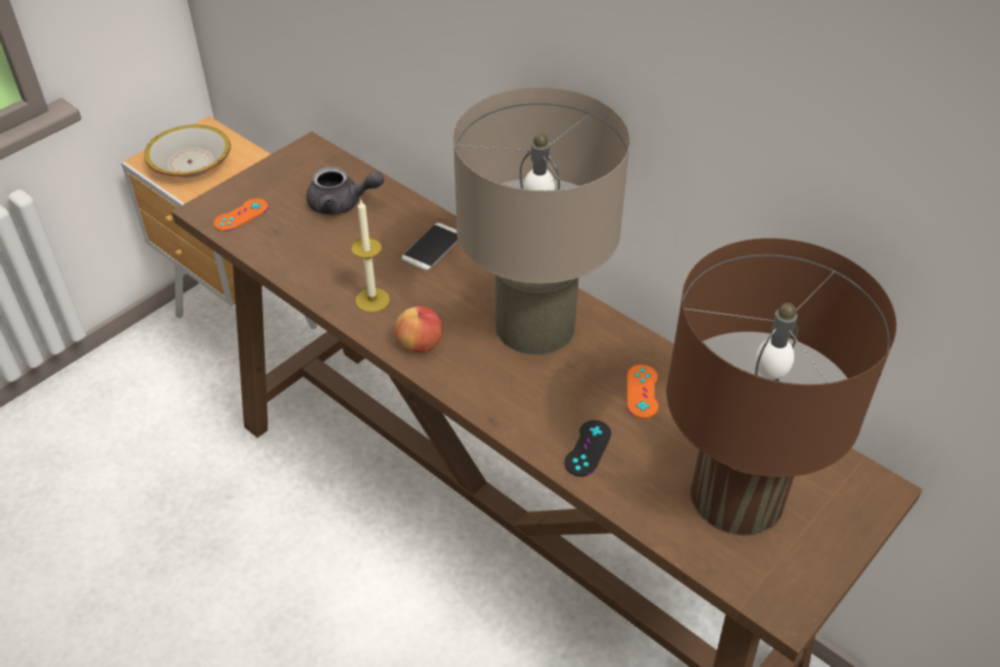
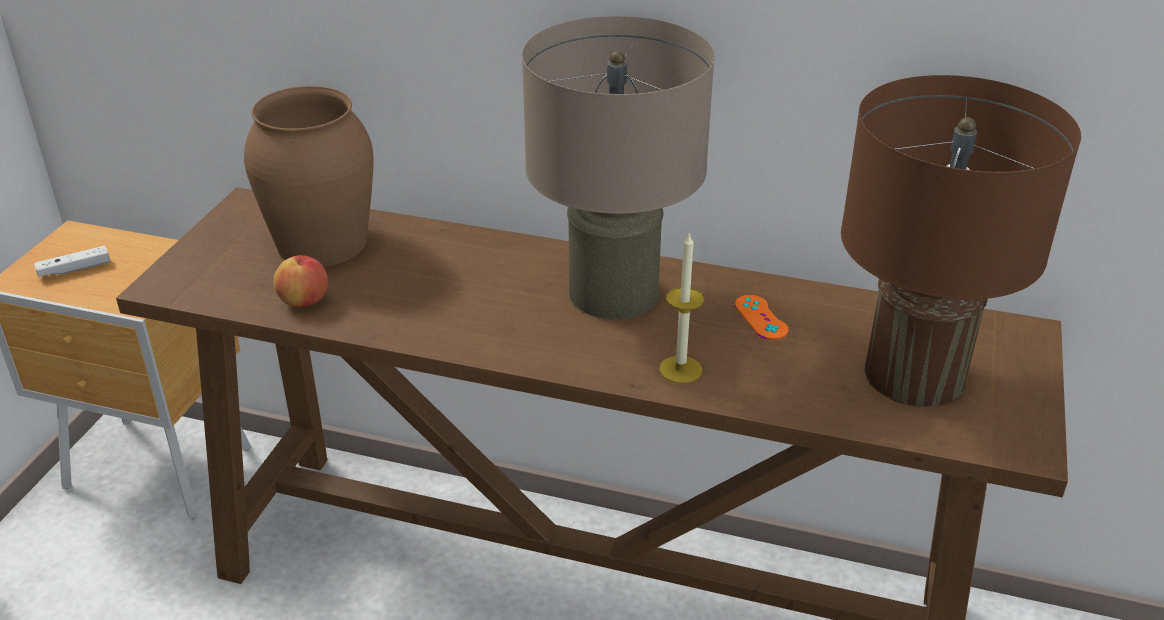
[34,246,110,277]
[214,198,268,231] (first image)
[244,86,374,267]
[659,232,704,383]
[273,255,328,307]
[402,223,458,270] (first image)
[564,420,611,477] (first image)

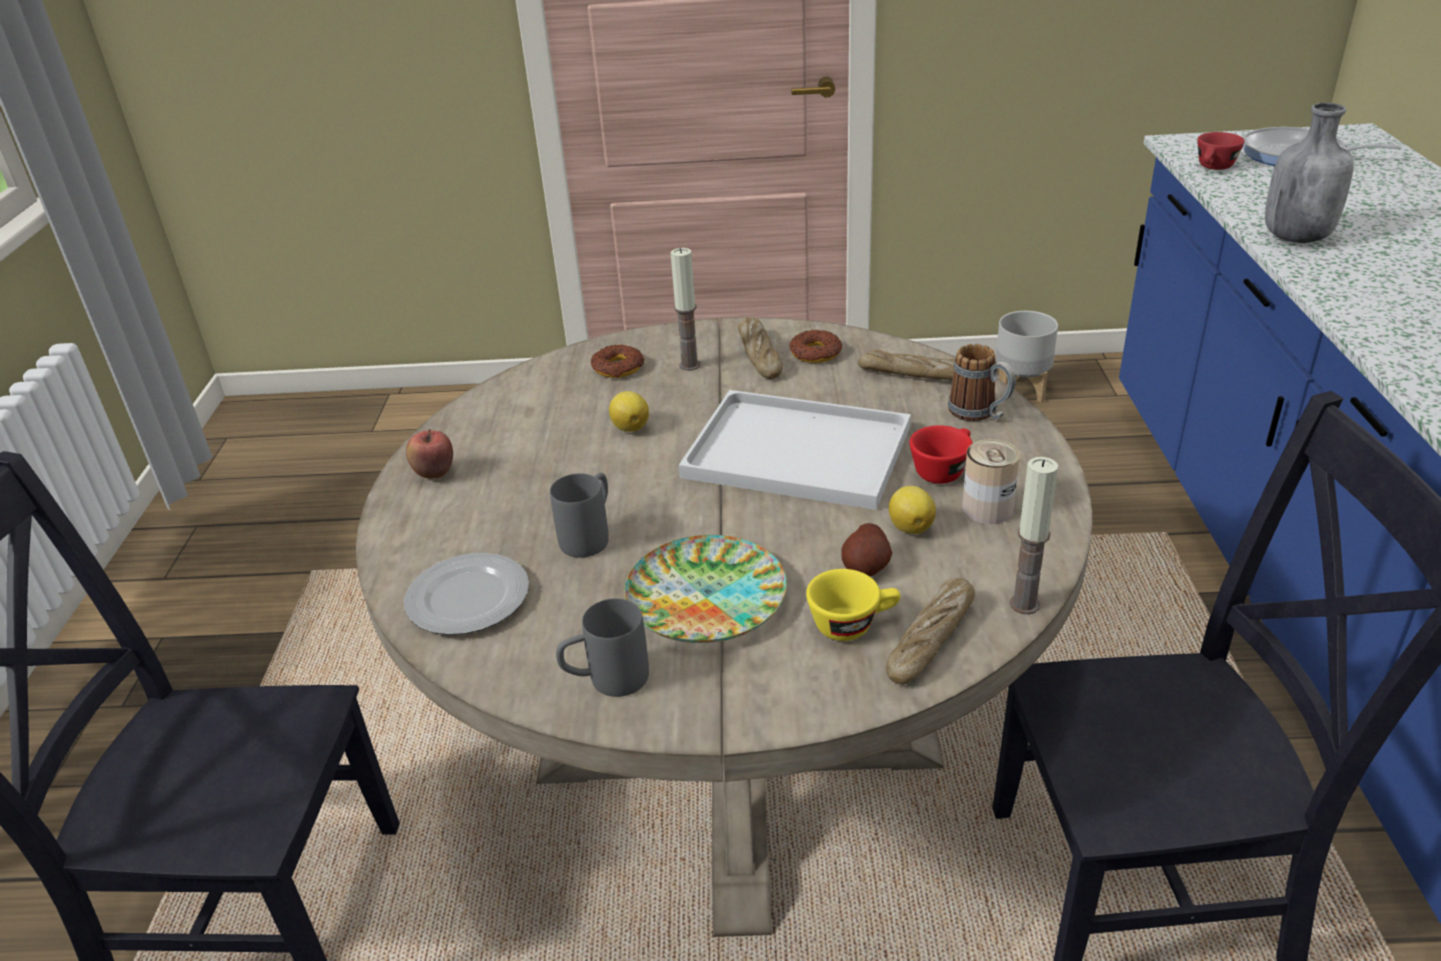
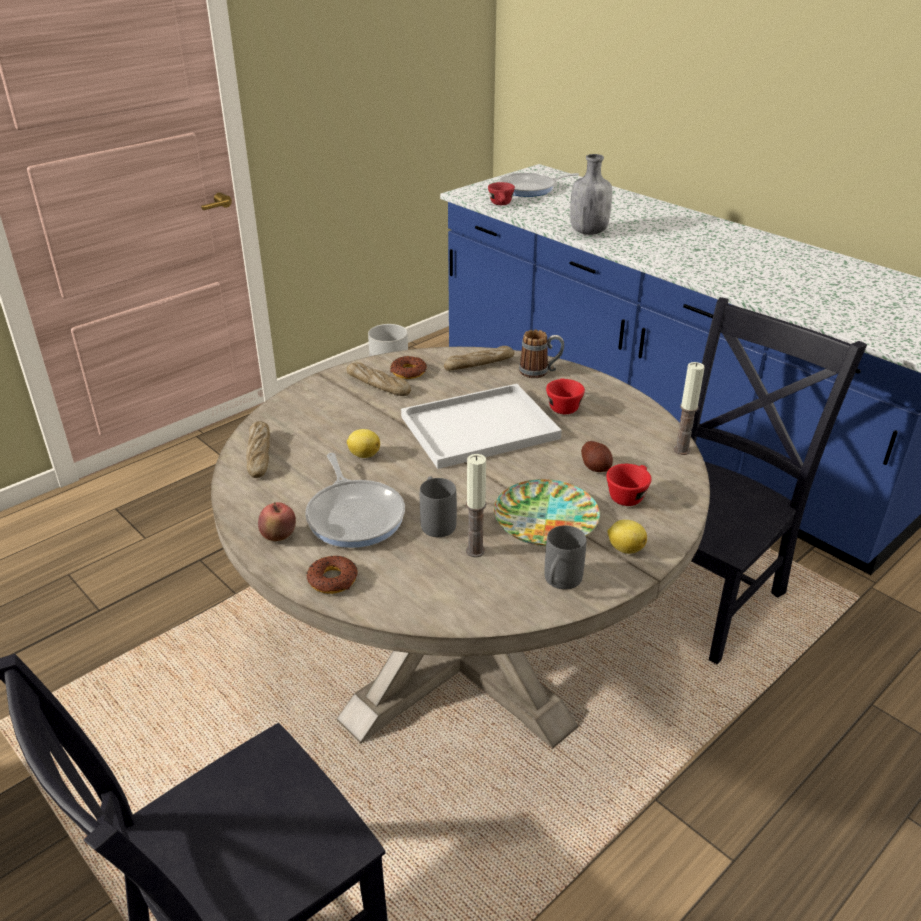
[404,553,529,635] (first image)
[307,556,357,594]
[466,454,487,557]
[606,464,651,506]
[246,421,270,478]
[607,520,647,554]
[962,439,1020,524] (first image)
[305,453,405,548]

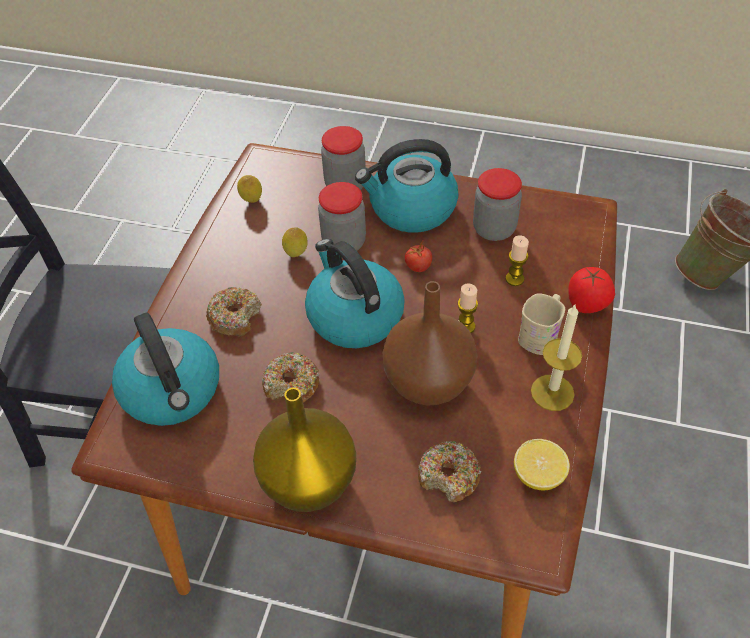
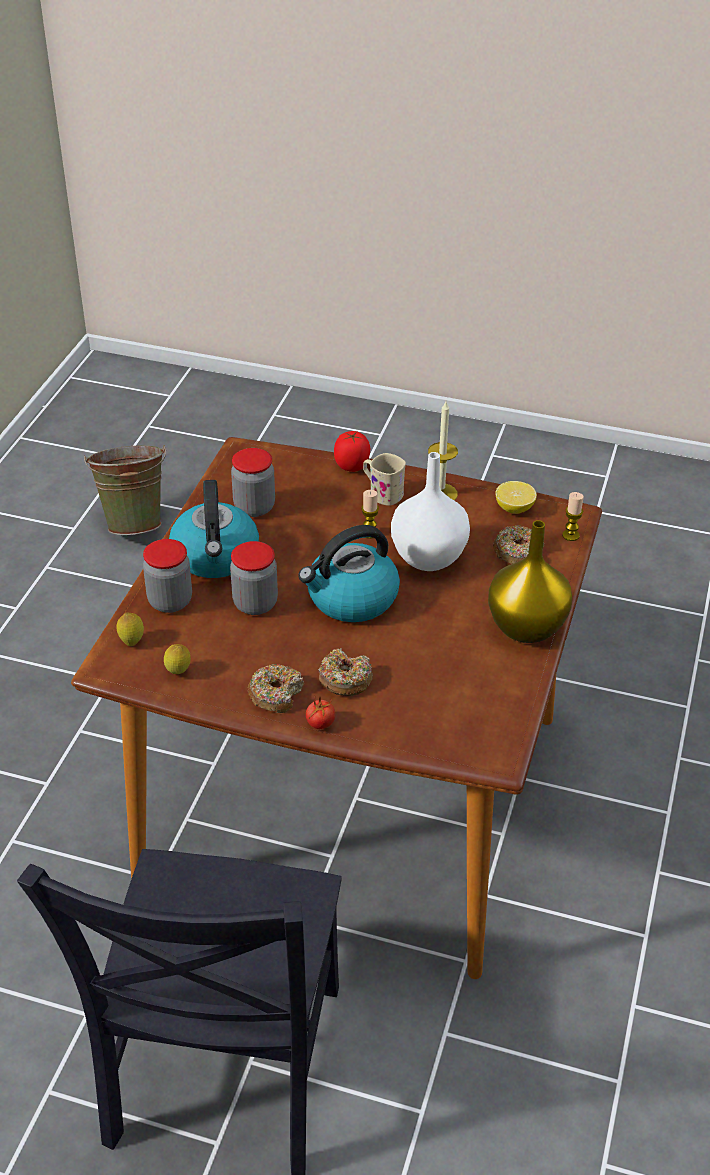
[112,313,219,426] (first image)
[248,664,304,713]
[116,612,144,646]
[391,452,470,571]
[306,697,335,729]
[562,492,584,541]

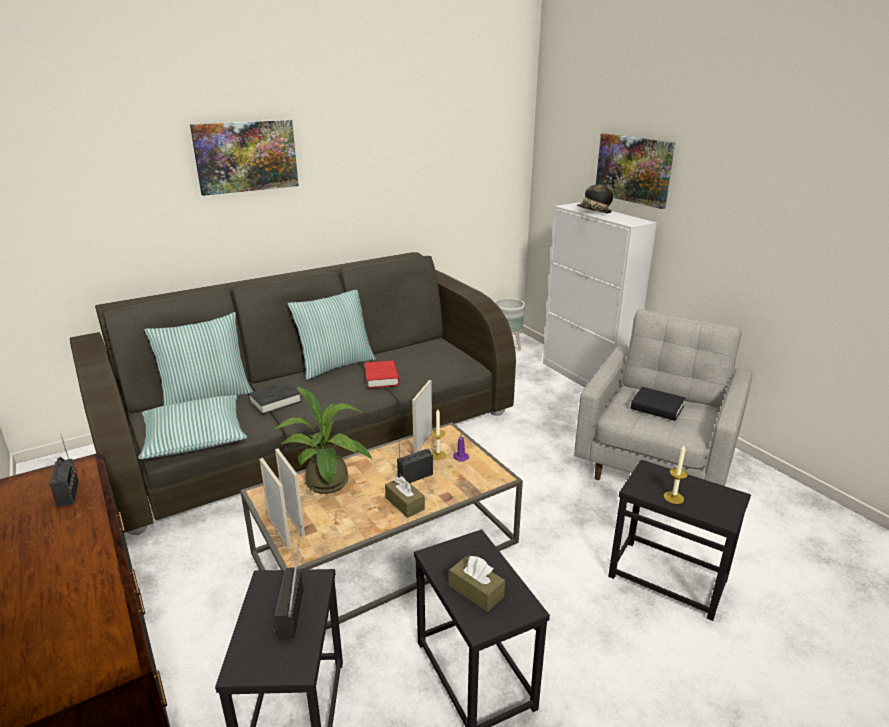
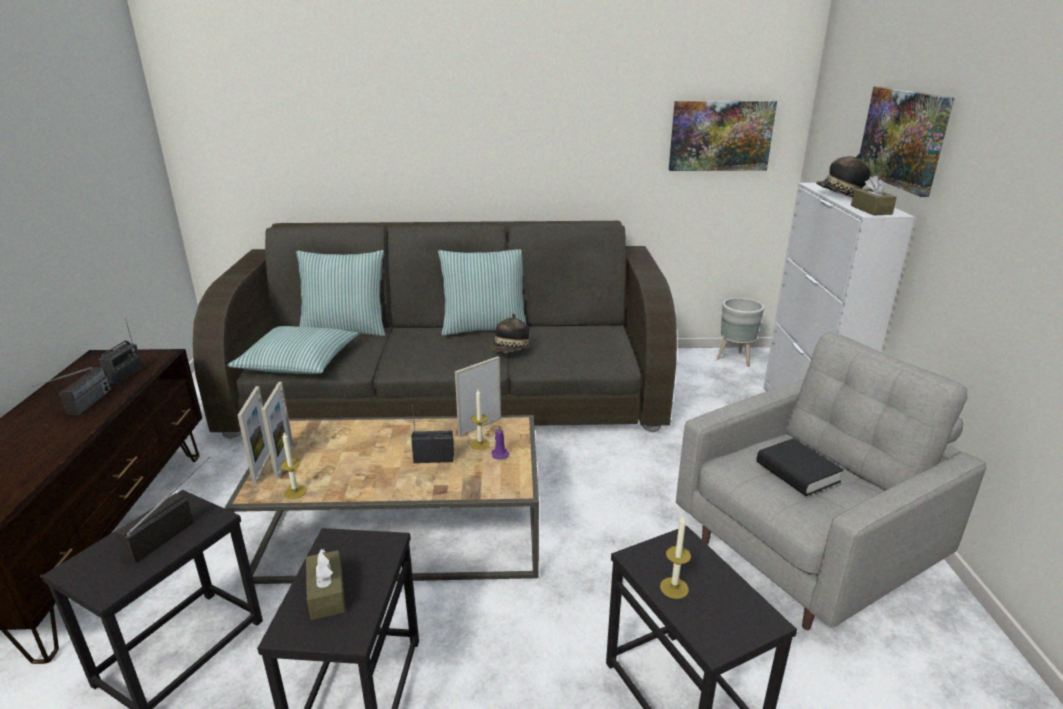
[669,101,777,171]
[248,382,302,415] (first image)
[273,386,372,494] (first image)
[491,313,532,353]
[851,176,897,215]
[31,367,111,415]
[280,433,307,499]

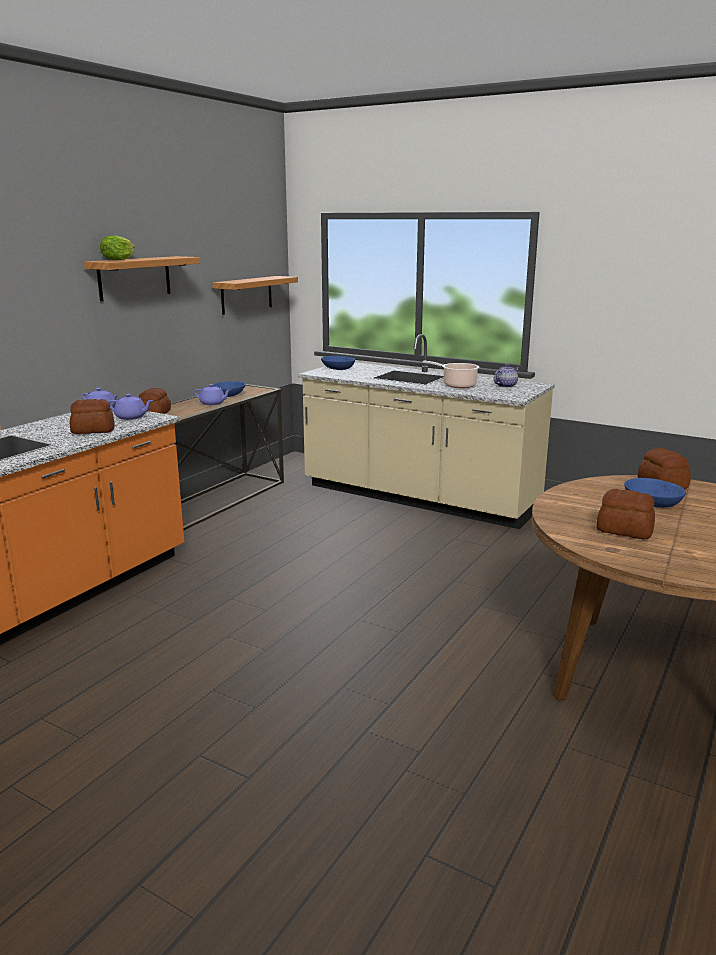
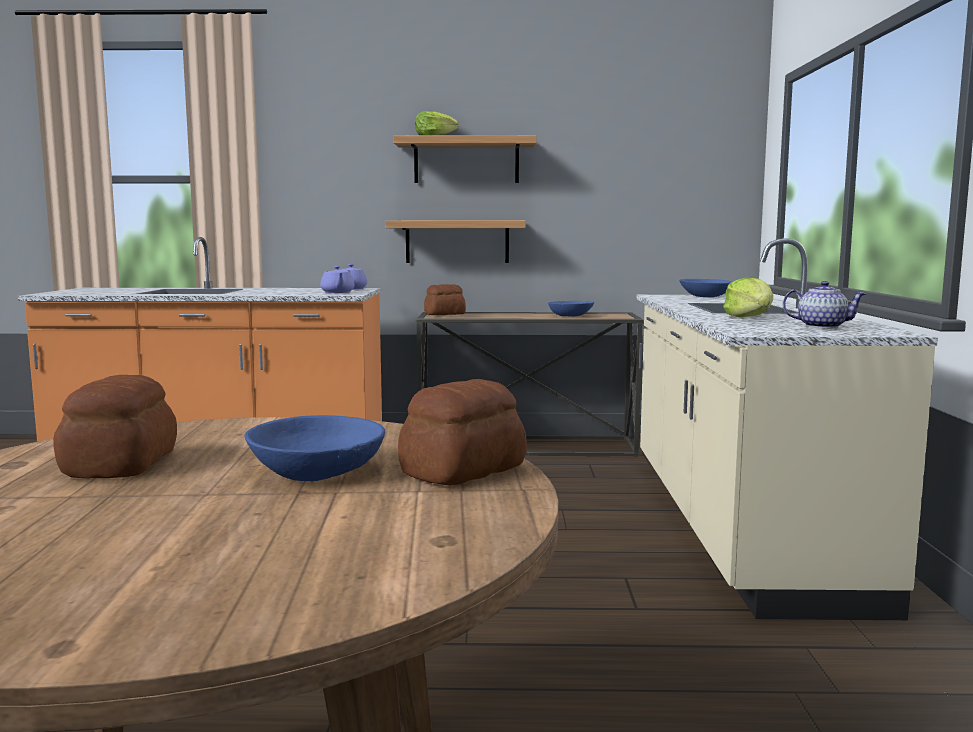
[70,399,115,434] (first image)
[194,384,231,405] (first image)
[385,220,526,263]
[723,278,774,317]

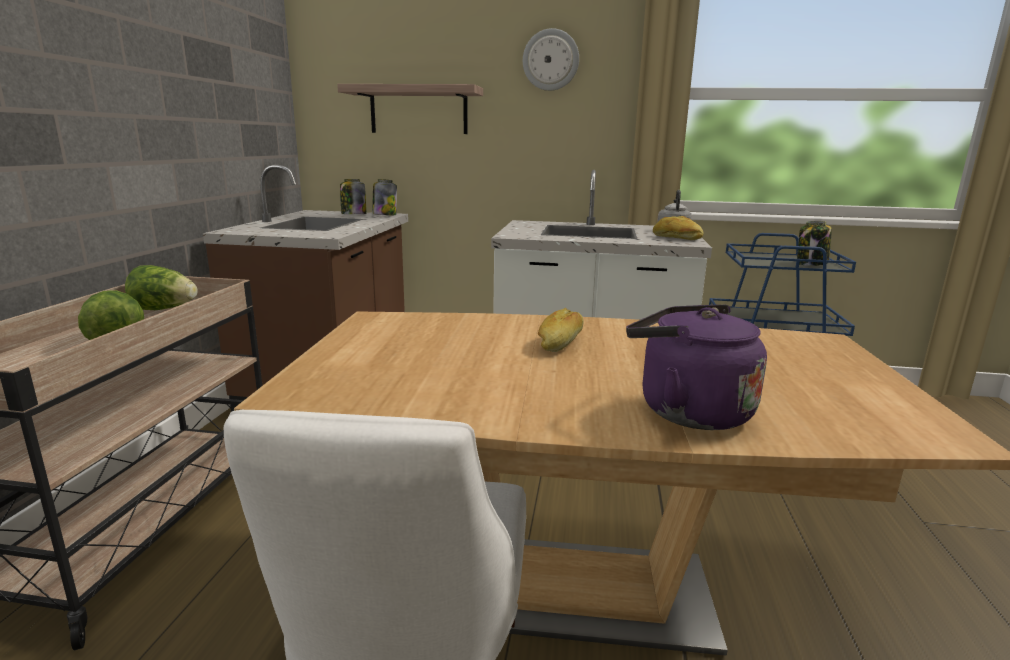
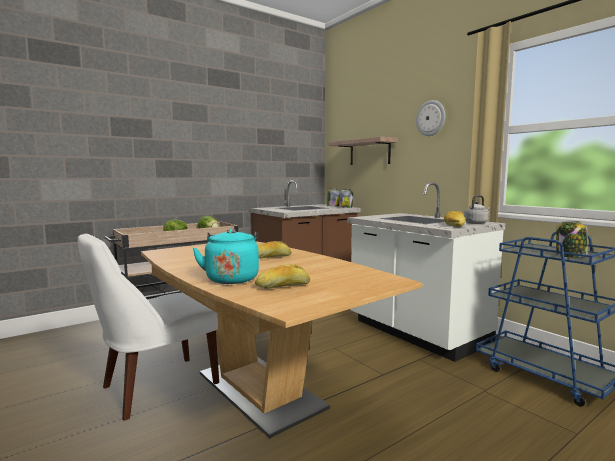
[193,229,259,284]
[255,265,310,289]

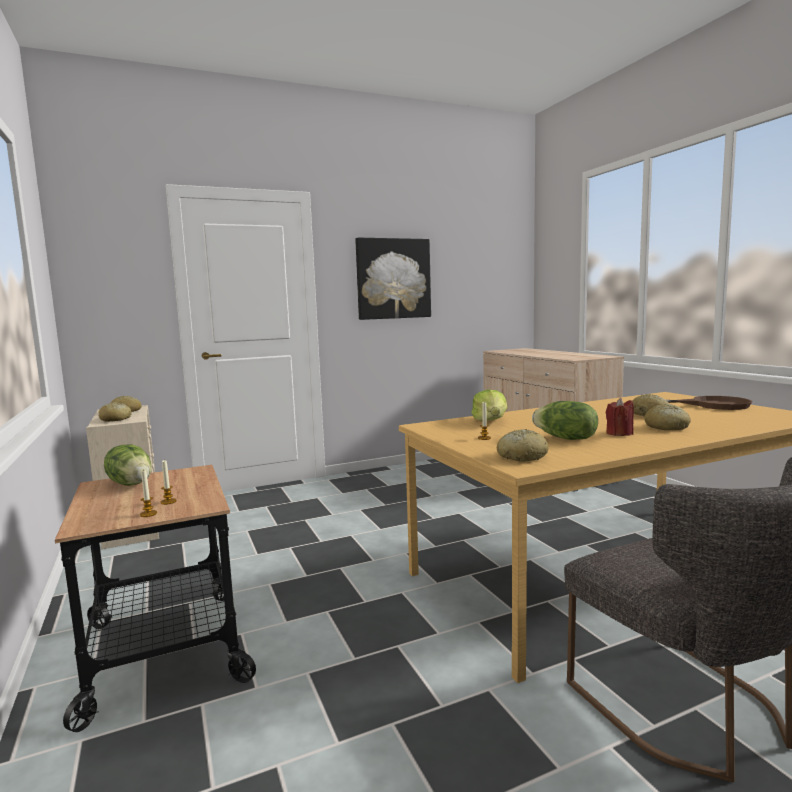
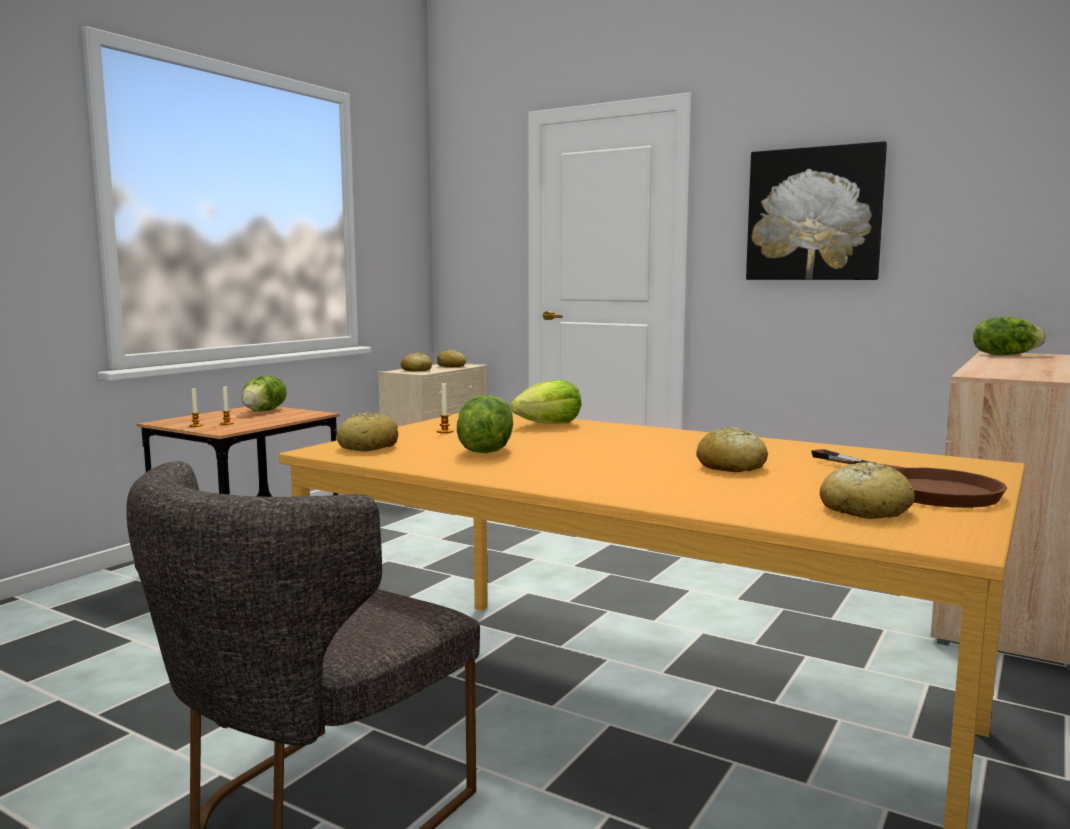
[606,398,634,436] (first image)
[820,462,915,519]
[973,317,1046,355]

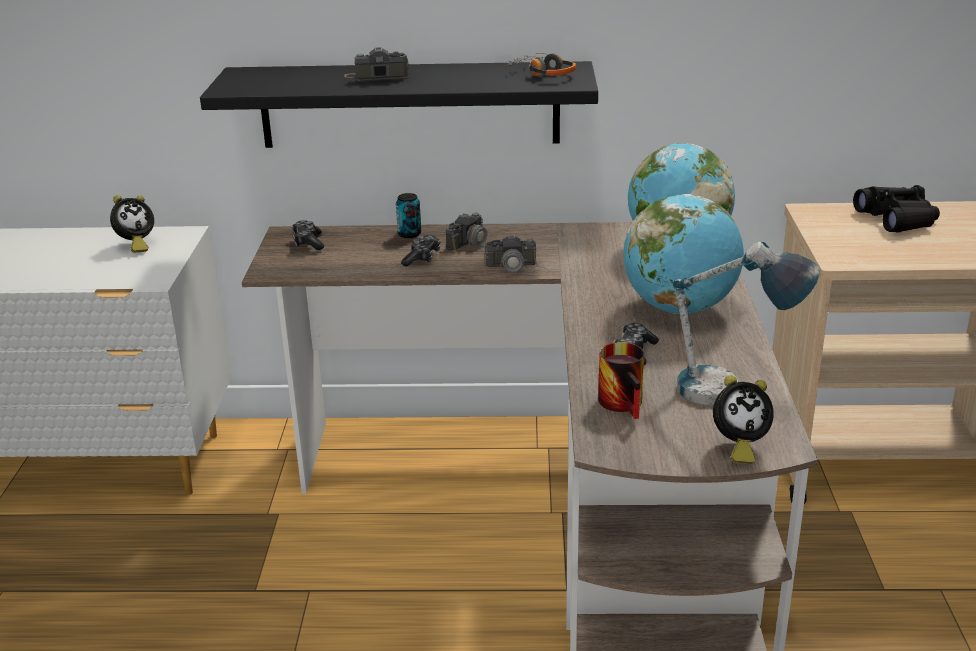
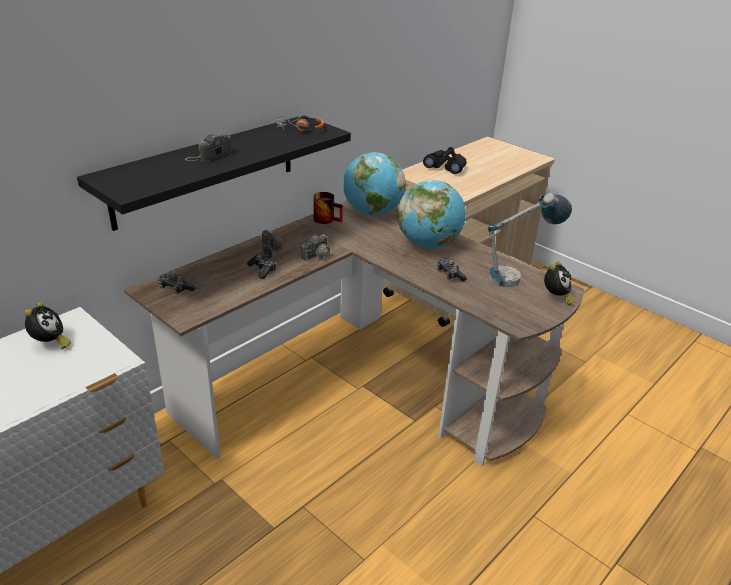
[396,193,421,238] (first image)
[314,192,343,224]

